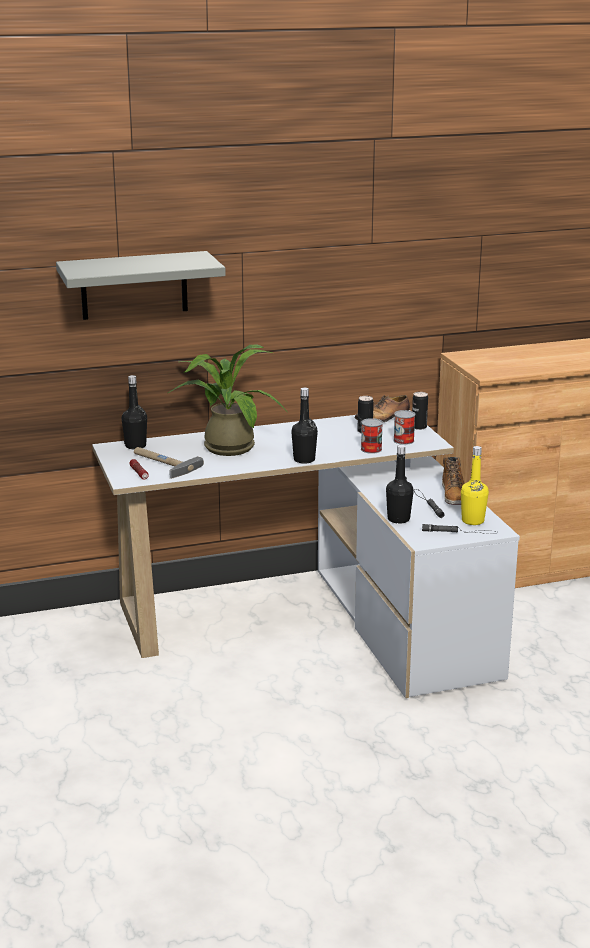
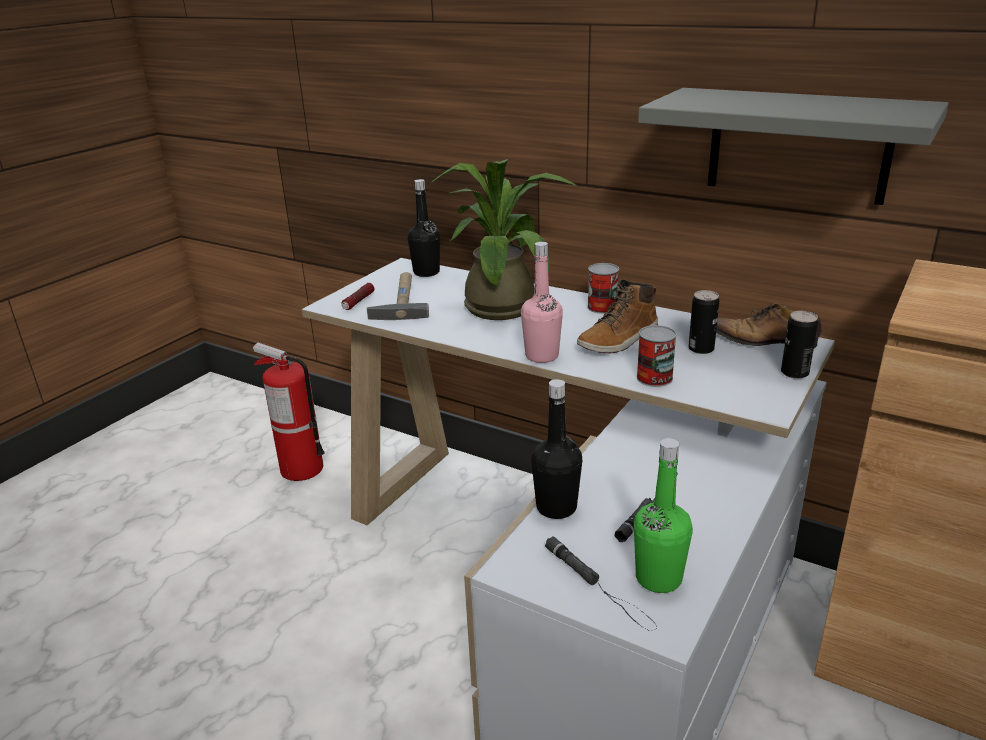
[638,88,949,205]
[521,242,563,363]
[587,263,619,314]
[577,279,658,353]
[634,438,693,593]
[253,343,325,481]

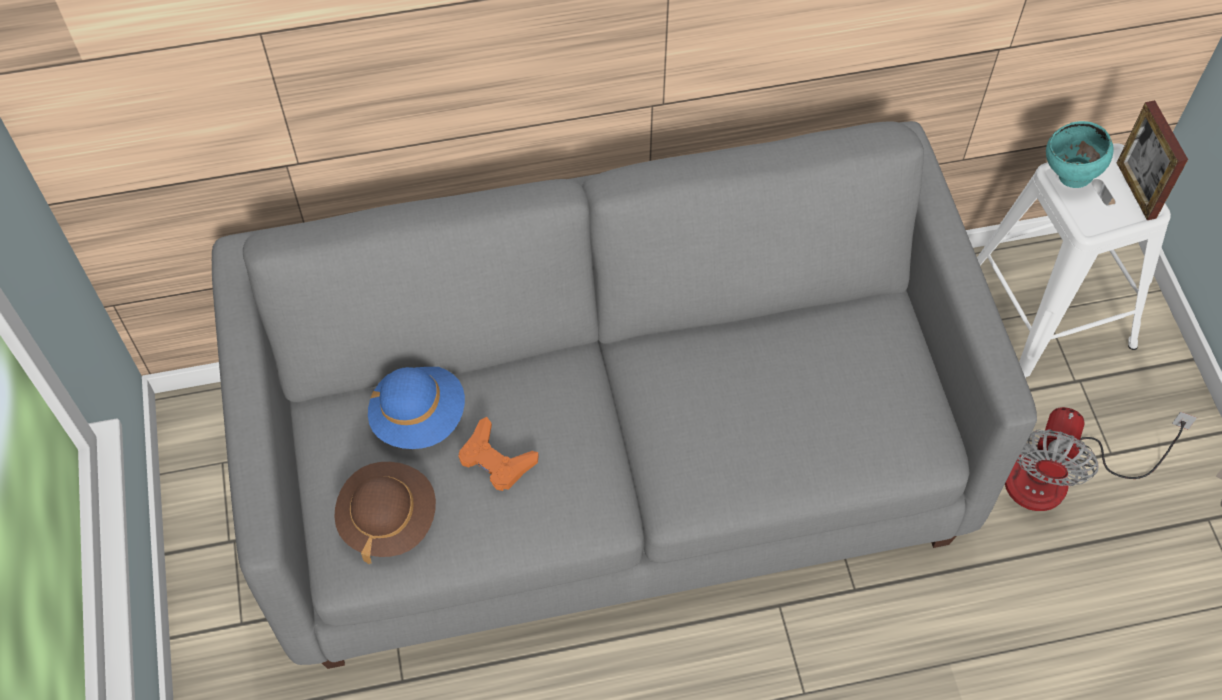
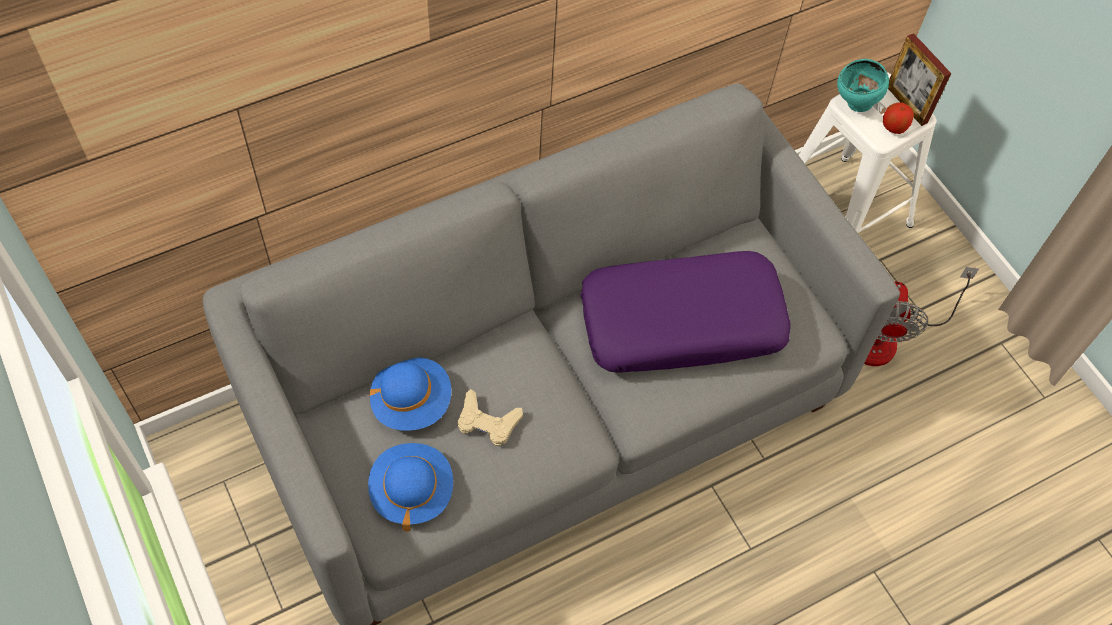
[368,443,453,532]
[458,389,523,446]
[580,251,791,373]
[883,102,914,134]

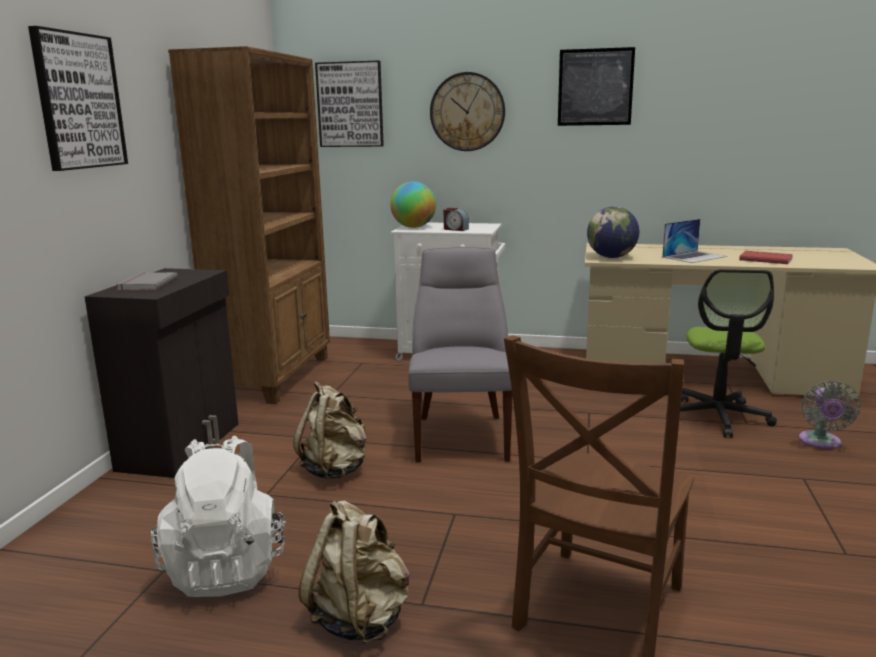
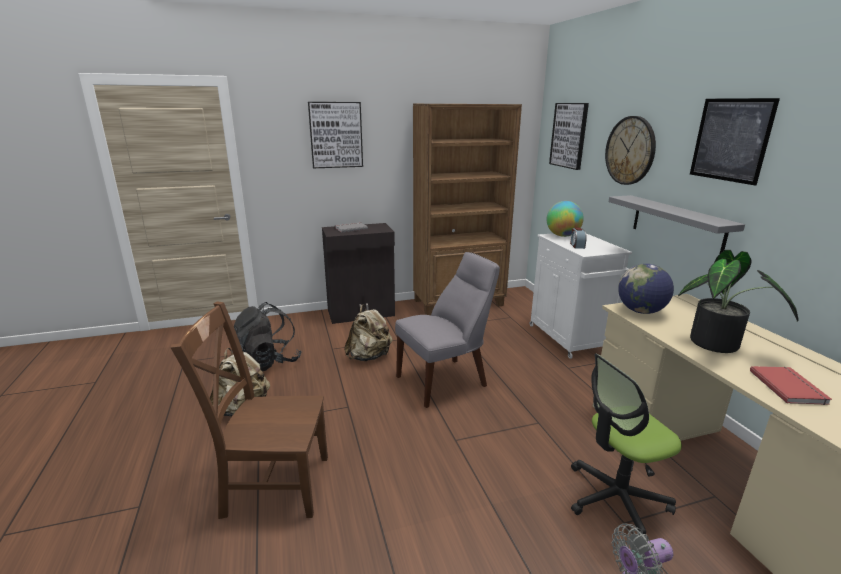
[232,302,302,372]
[678,250,798,353]
[609,195,745,253]

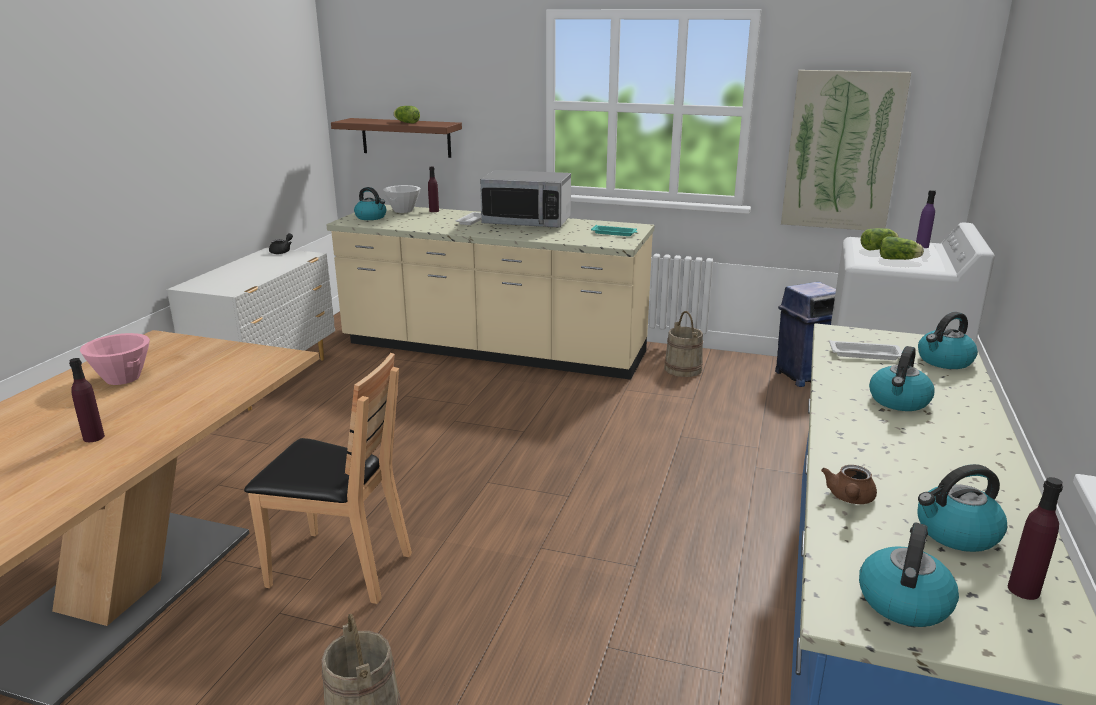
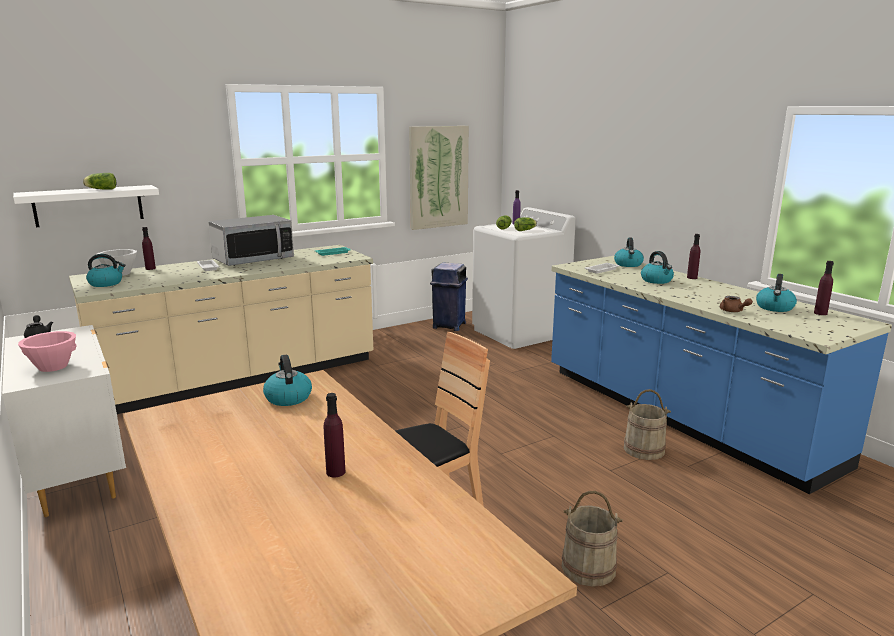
[18,331,77,372]
[13,185,159,227]
[624,389,671,460]
[263,355,312,406]
[687,234,700,279]

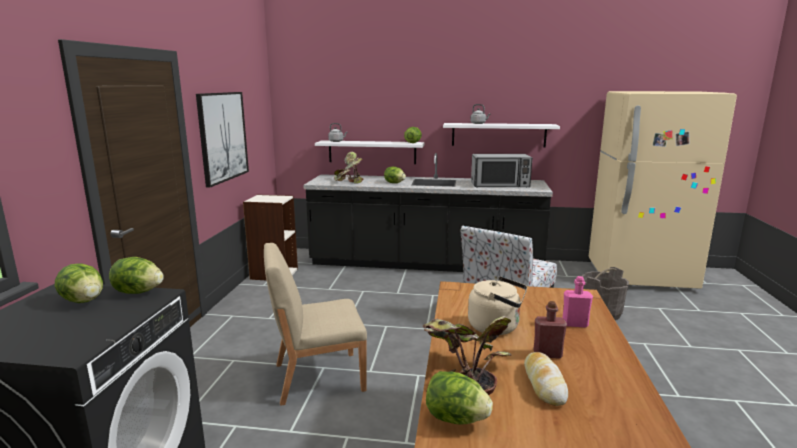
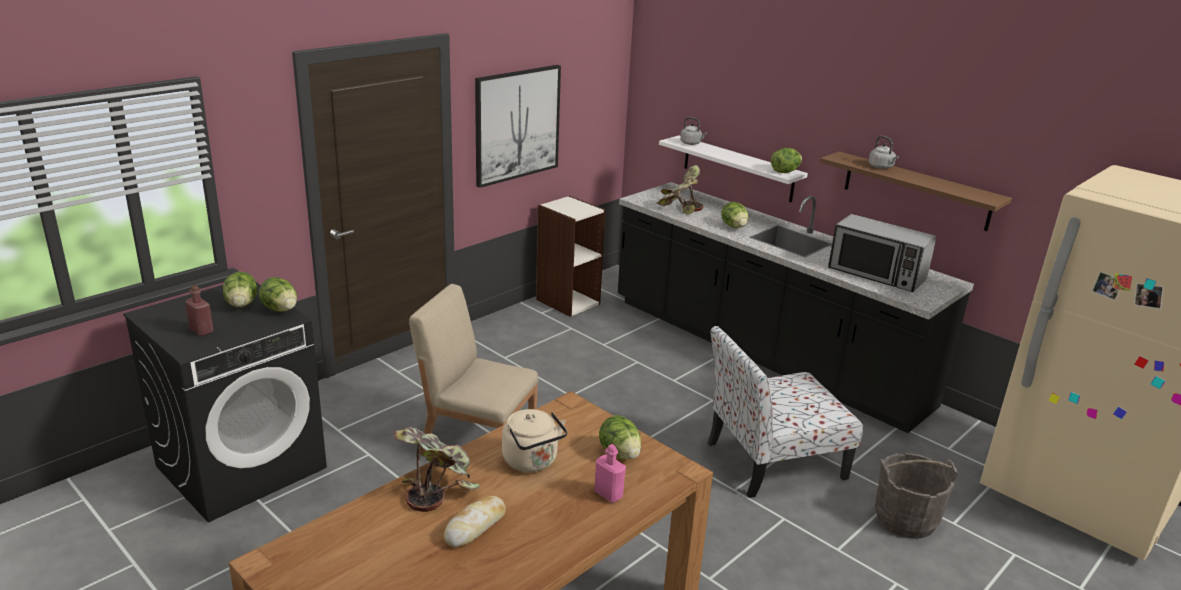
[599,415,641,459]
[820,151,1012,231]
[185,285,214,336]

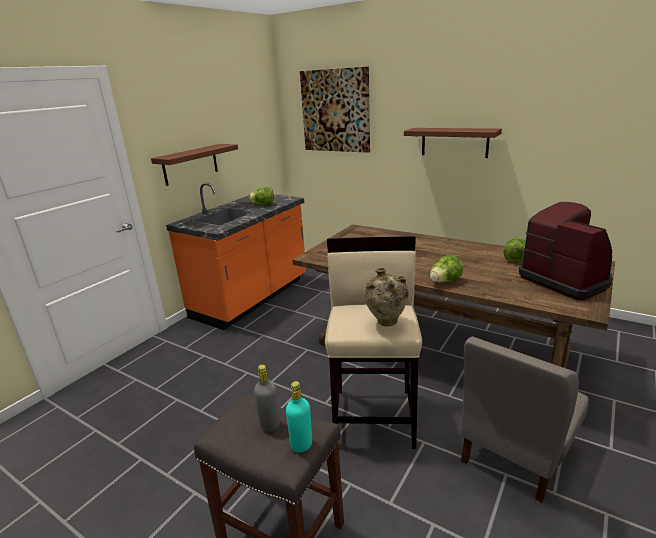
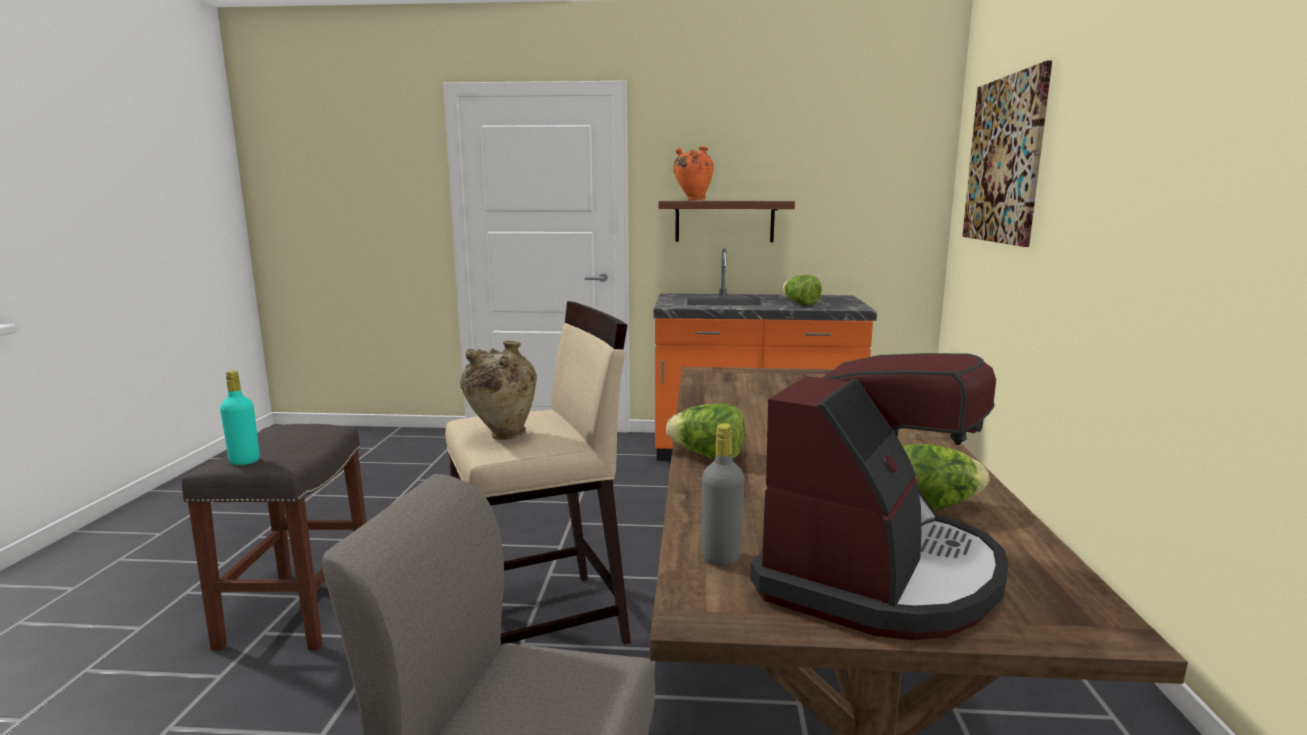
[702,423,744,567]
[404,128,502,158] (first image)
[673,146,714,201]

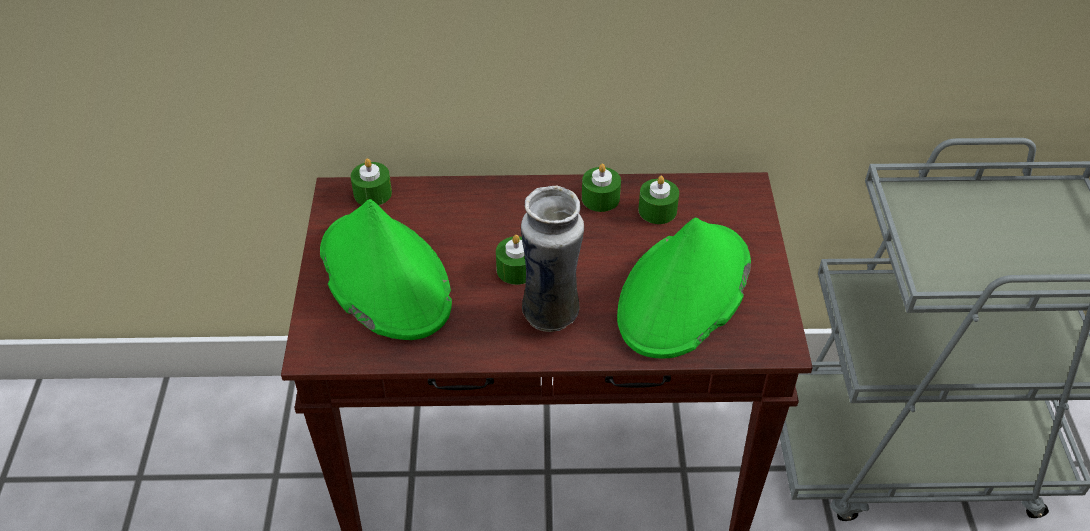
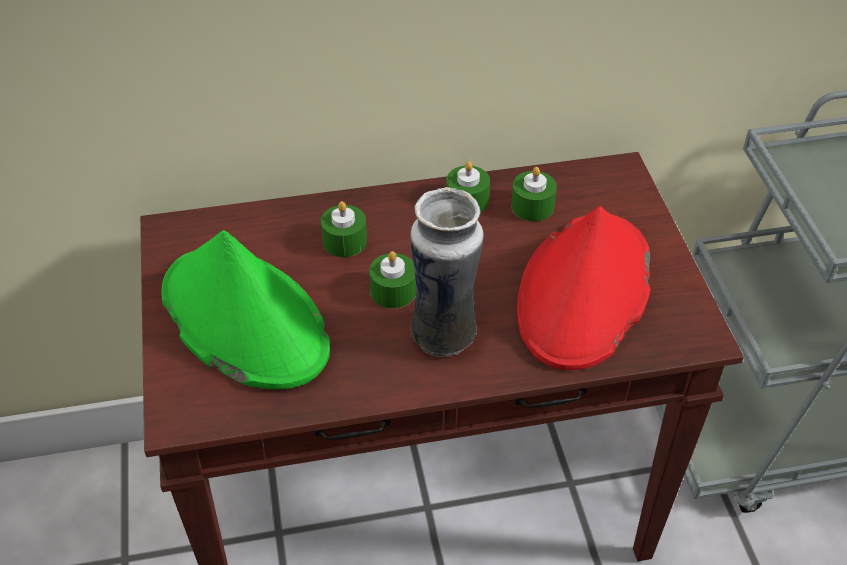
[321,201,367,257]
[517,206,651,370]

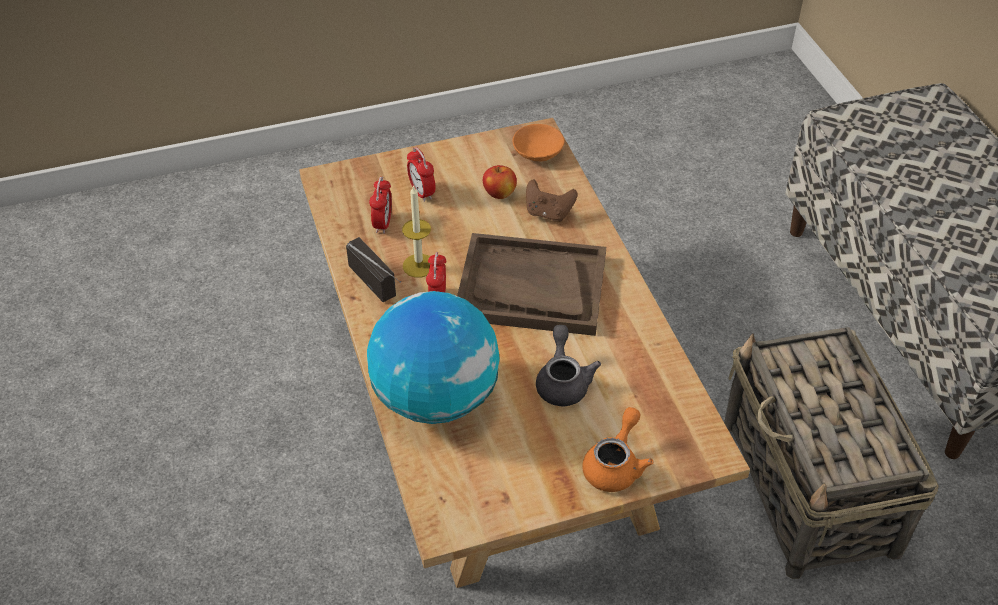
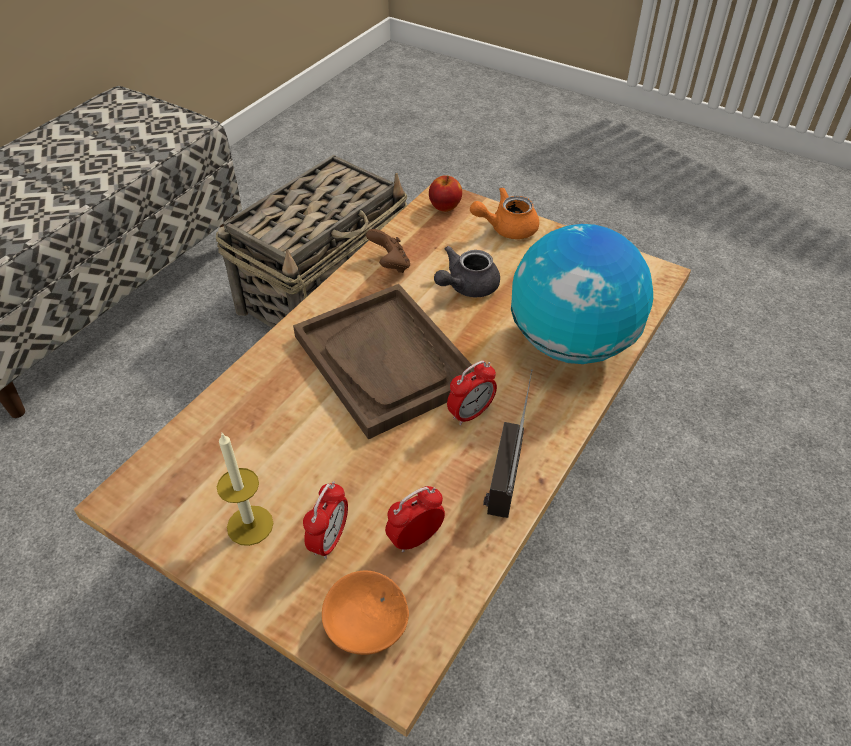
[217,432,273,546]
[429,175,462,212]
[322,571,409,655]
[366,229,410,273]

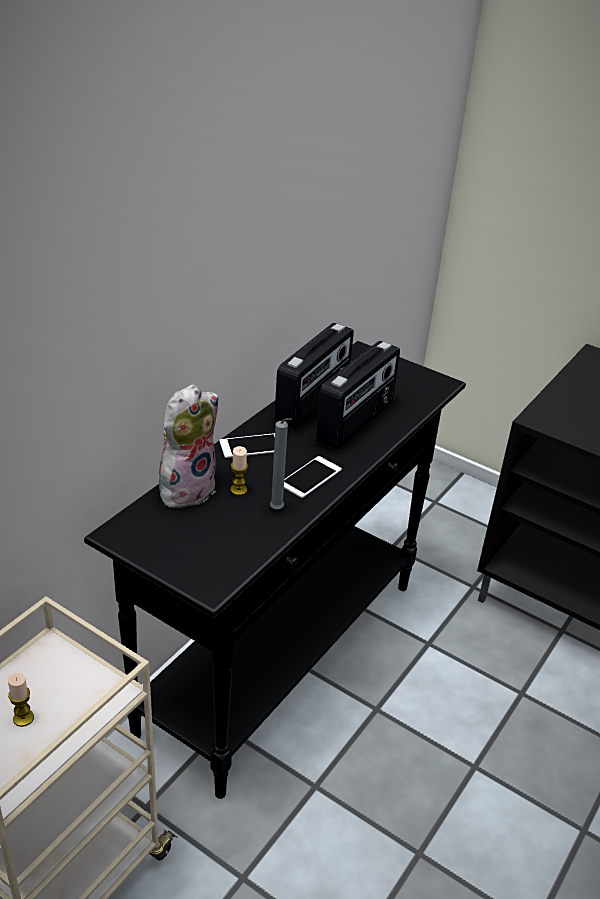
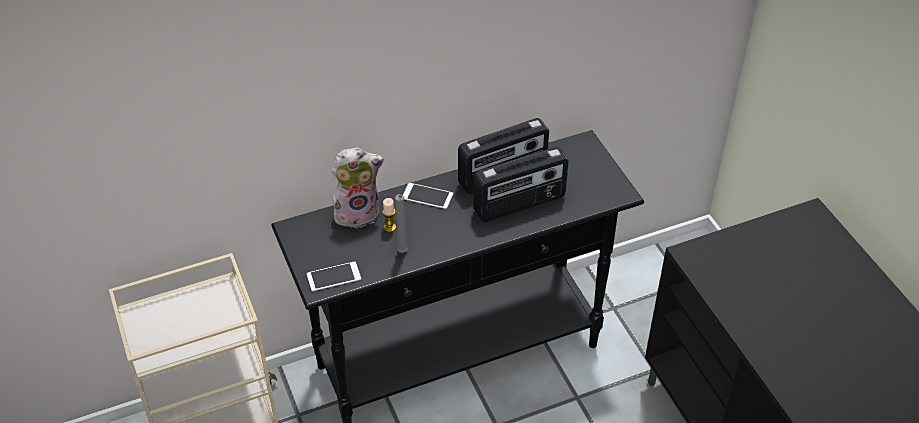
[8,673,34,727] (first image)
[307,261,361,292]

